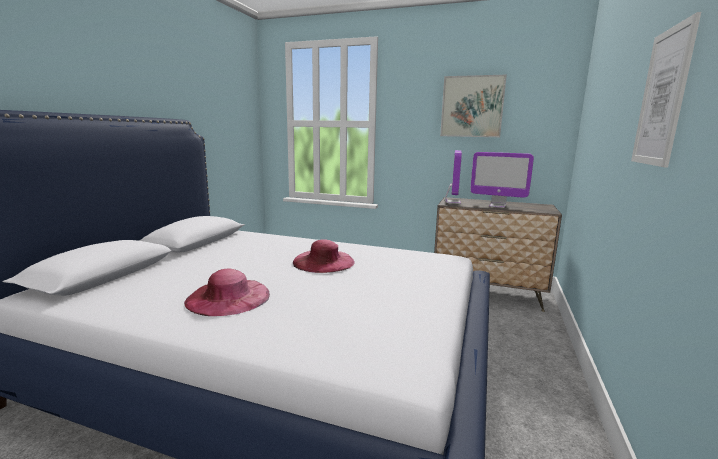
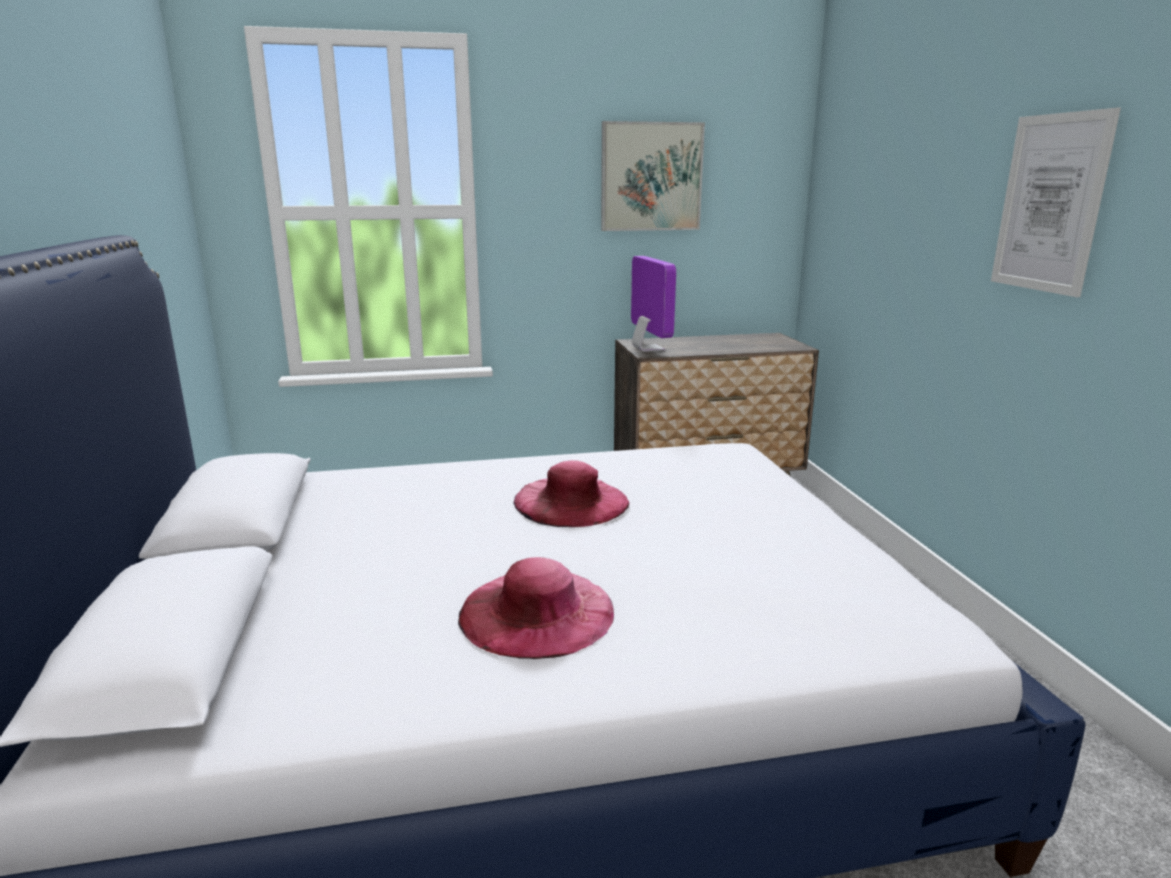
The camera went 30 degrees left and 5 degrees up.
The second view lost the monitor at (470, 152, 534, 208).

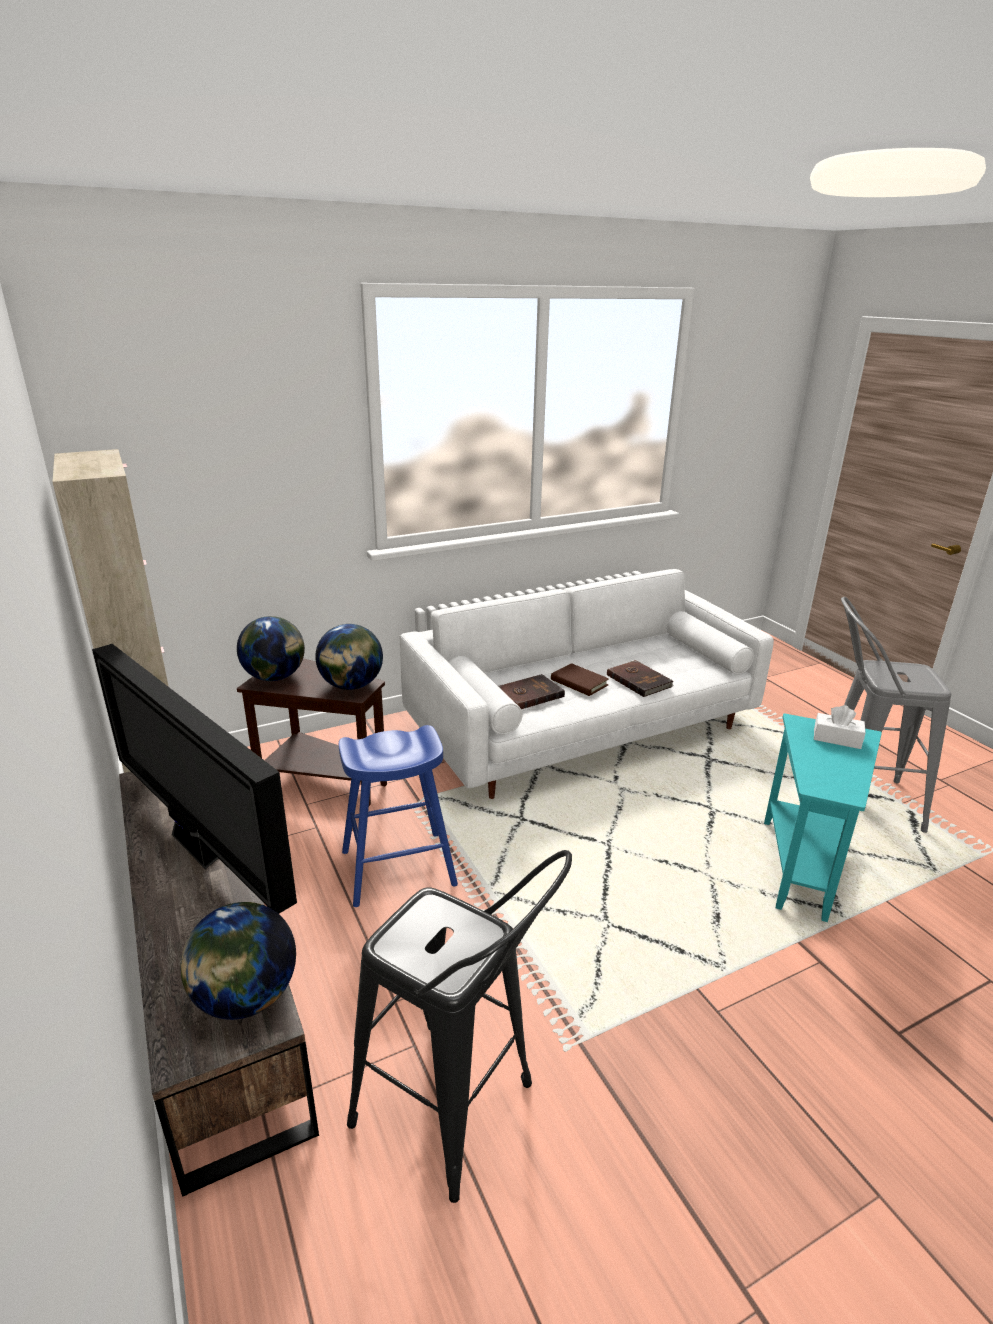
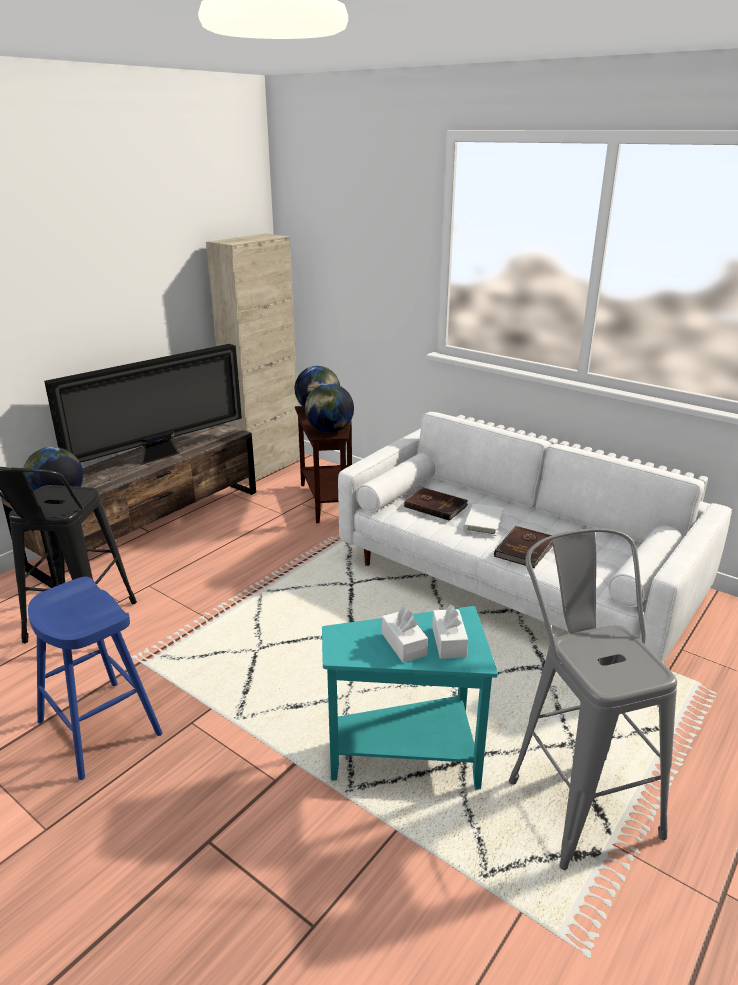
The camera went 65 degrees right and 0 degrees up.
The telewizor at (92, 644, 297, 914) ended up facing another way, 150 degrees counterclockwise from before.
What was the książka [brązowy] at (551, 663, 609, 696) turned into the książka [biały] at (463, 503, 504, 536).
The stołek [niebieski] ended up elsewhere, having gone from (339, 725, 458, 907) to (28, 577, 163, 780).
The second view gained the pudełko chusteczek [biały] at (382, 607, 428, 663).

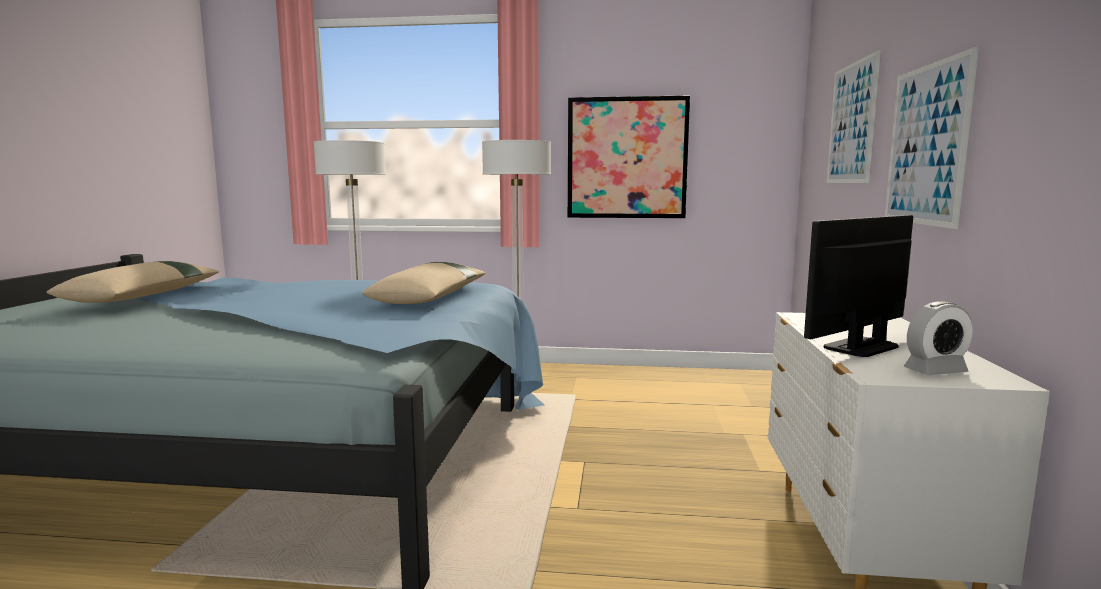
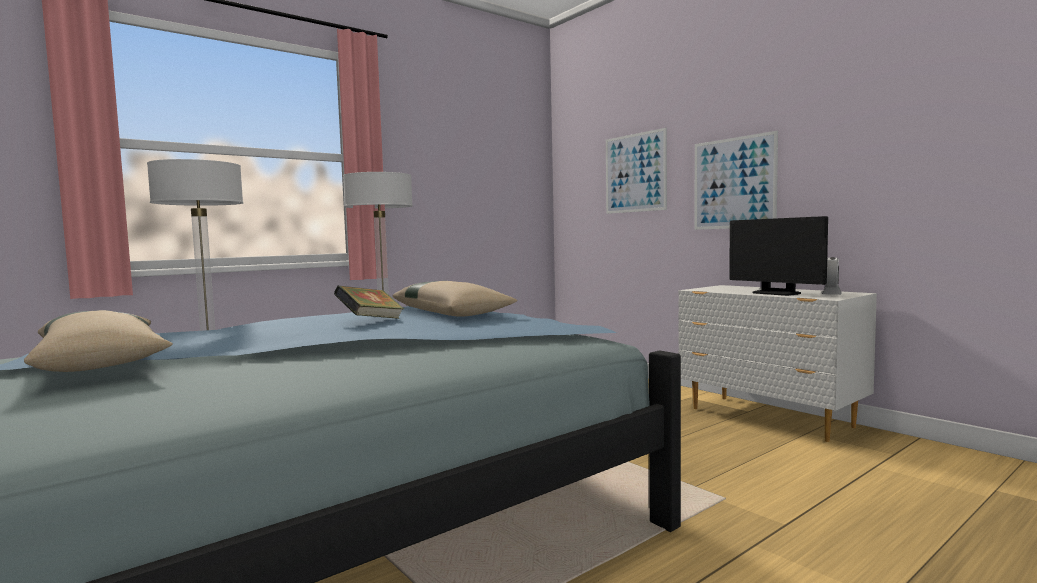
The camera went 45 degrees left and 5 degrees down.
The second view lost the obraz at (568, 95, 690, 218).
The monitor at (804, 215, 913, 357) ended up facing another way, 45 degrees counterclockwise from before.
The second view gained the książka at (334, 285, 404, 319).

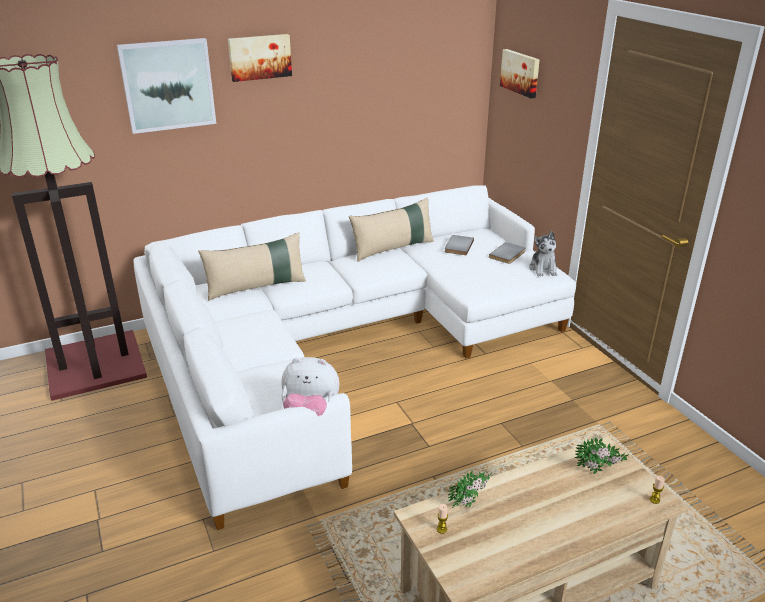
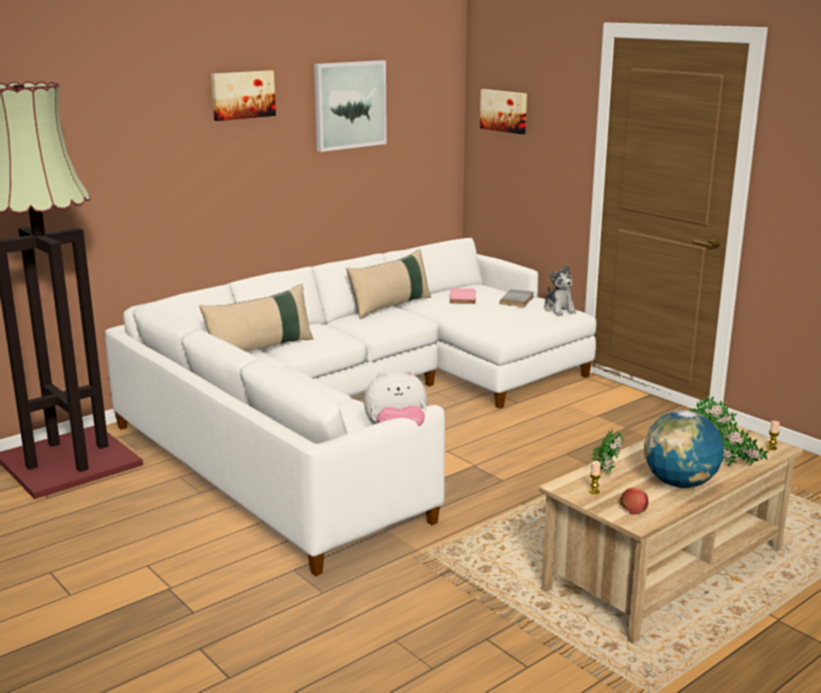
The camera went 15 degrees left and 10 degrees down.
The obraz ended up elsewhere, having gone from (117, 38, 216, 134) to (314, 60, 387, 152).
What was the książka [szary] at (445, 235, 474, 255) turned into the książka [różowy] at (450, 288, 476, 304).
The second view gained the globus at (644, 410, 724, 488).
The second view gained the roślina doniczkowa at (718, 420, 769, 466).
The second view gained the jabłko at (619, 488, 648, 515).

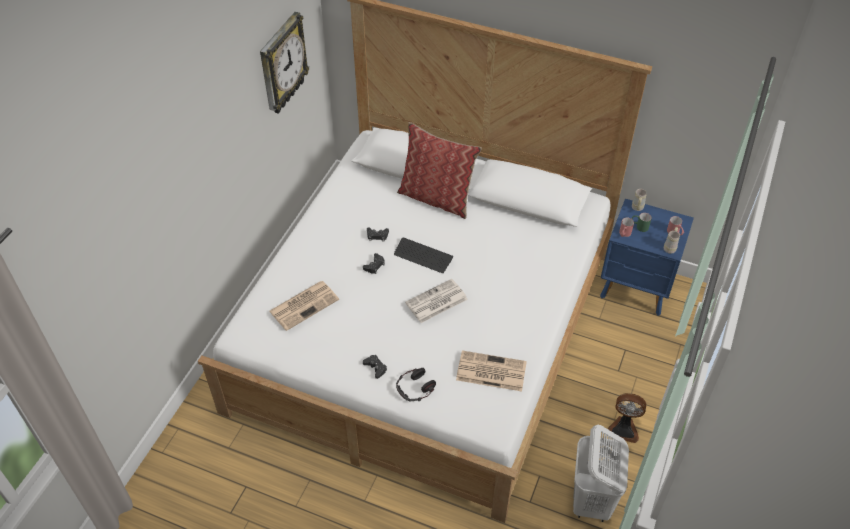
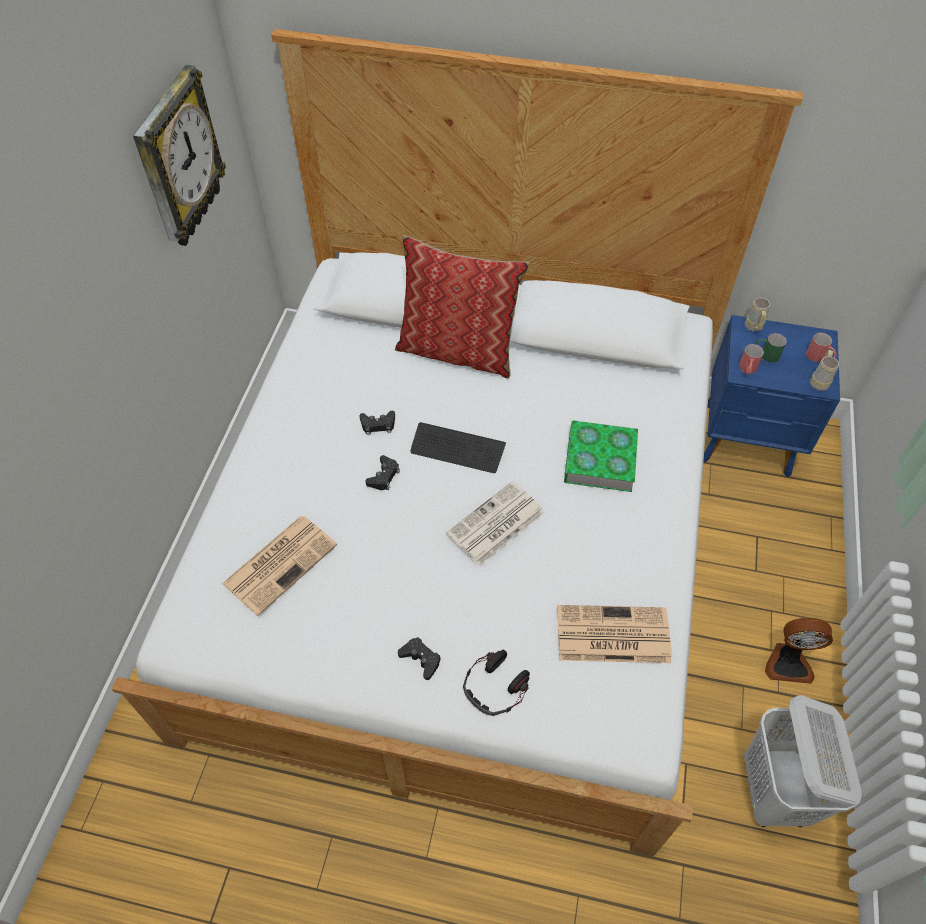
The camera went 10 degrees left and 5 degrees up.
The second view gained the książka at (564, 420, 638, 492).

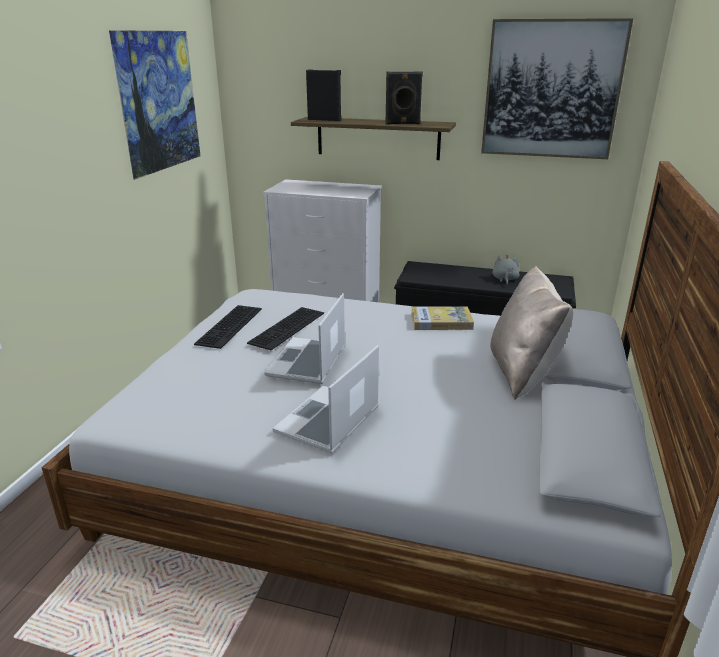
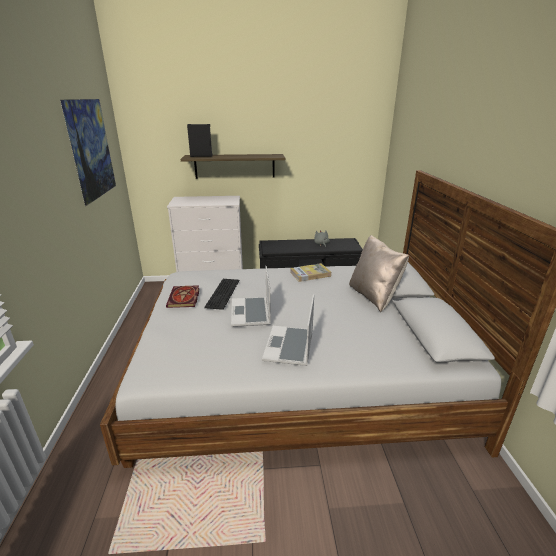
The camera went 20 degrees left and 0 degrees up.
The second view lost the obraz at (481, 18, 633, 159).
The second view lost the głośnik [czarny] at (386, 71, 423, 125).
Where the klawiatura stood at (194, 305, 262, 349), the książka came to stand at (166, 285, 199, 308).

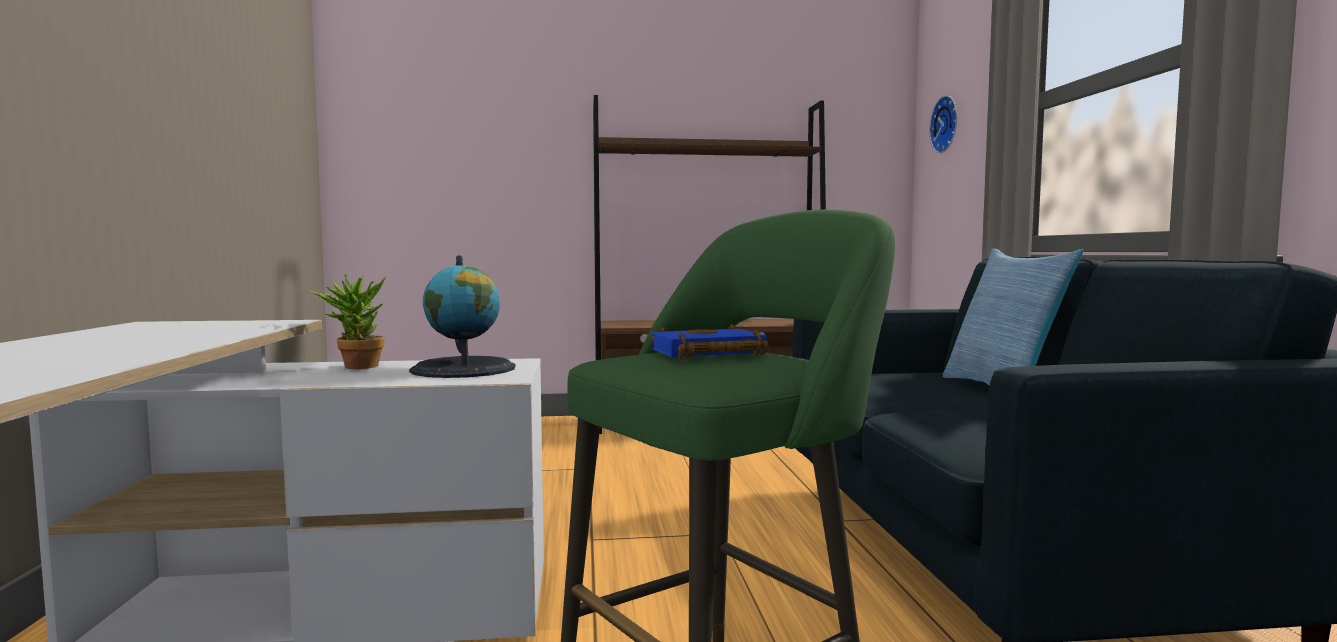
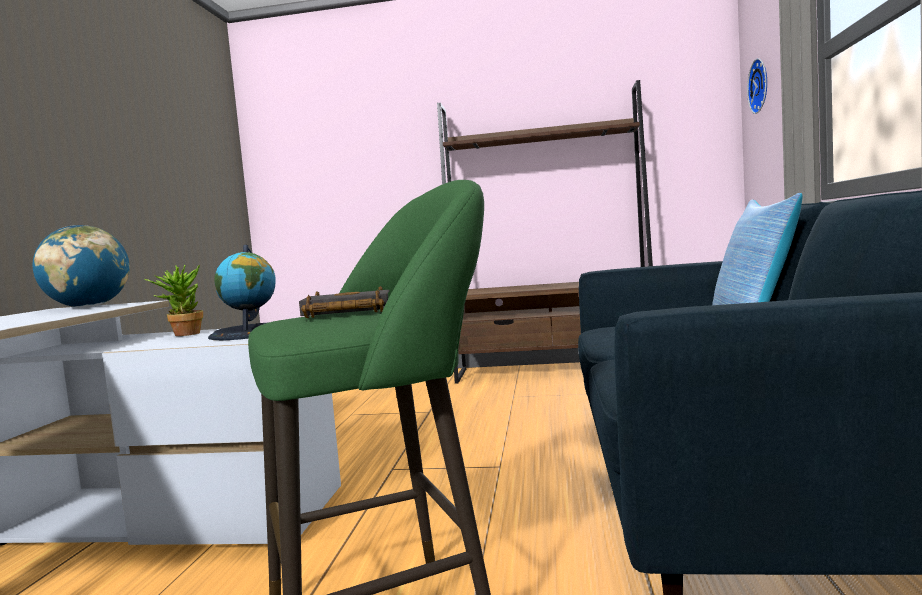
The camera went 15 degrees right and 0 degrees up.
What was the książka [niebieski] at (651, 324, 769, 360) turned into the książka [czarny] at (299, 286, 390, 318).
The second view gained the globus at (33, 225, 130, 308).

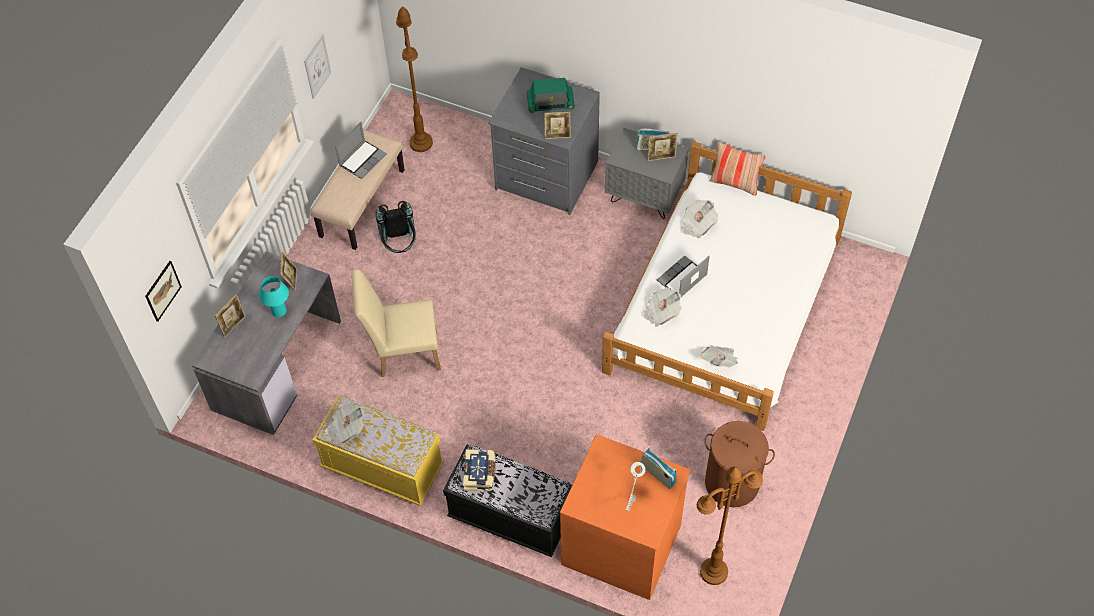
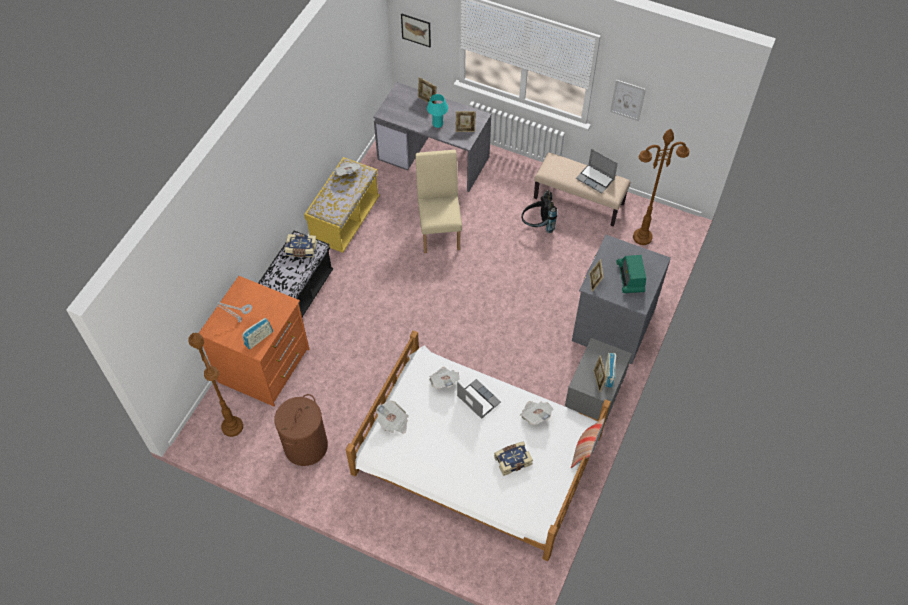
The camera went 90 degrees right and 0 degrees up.
The second view gained the książka at (494, 442, 533, 476).

